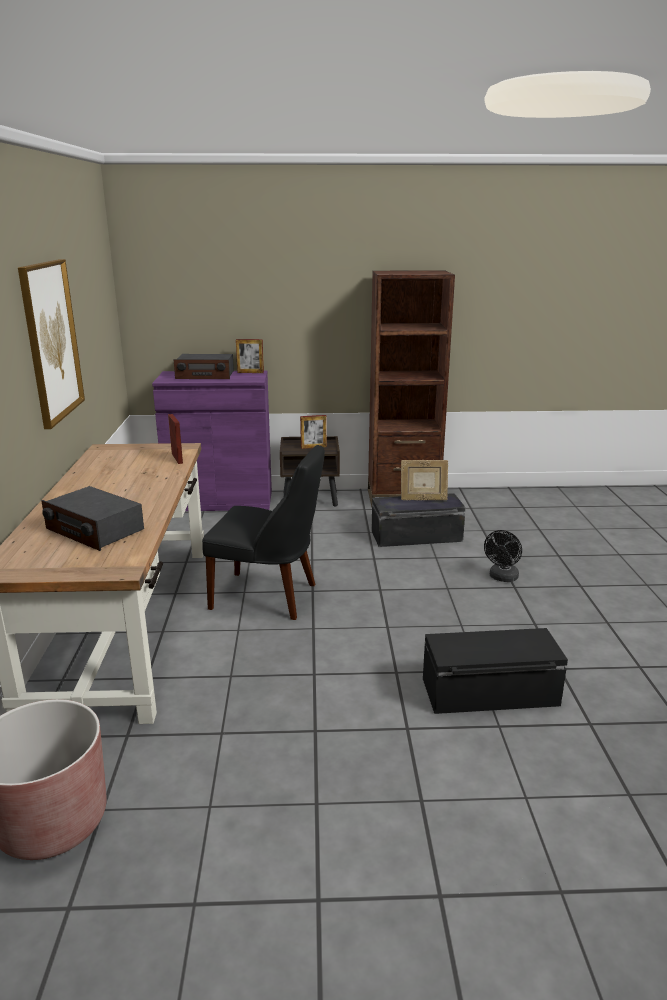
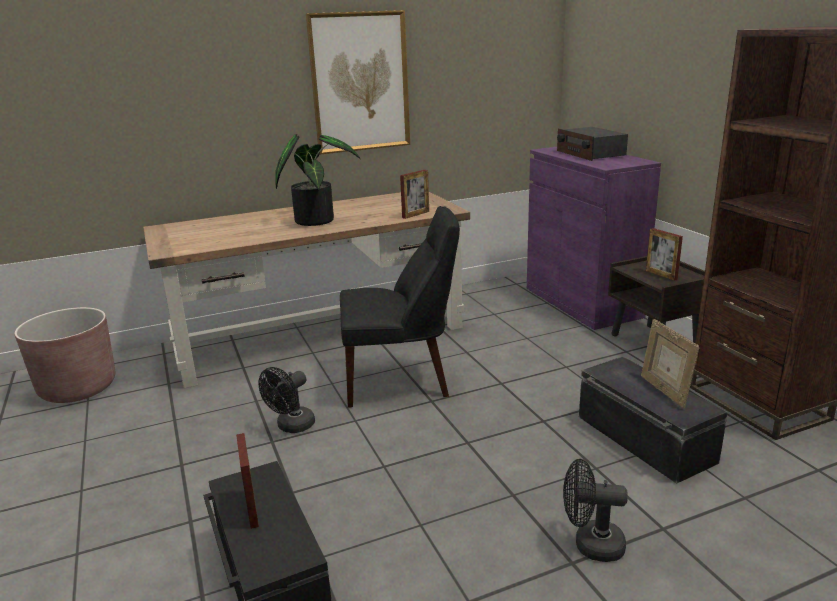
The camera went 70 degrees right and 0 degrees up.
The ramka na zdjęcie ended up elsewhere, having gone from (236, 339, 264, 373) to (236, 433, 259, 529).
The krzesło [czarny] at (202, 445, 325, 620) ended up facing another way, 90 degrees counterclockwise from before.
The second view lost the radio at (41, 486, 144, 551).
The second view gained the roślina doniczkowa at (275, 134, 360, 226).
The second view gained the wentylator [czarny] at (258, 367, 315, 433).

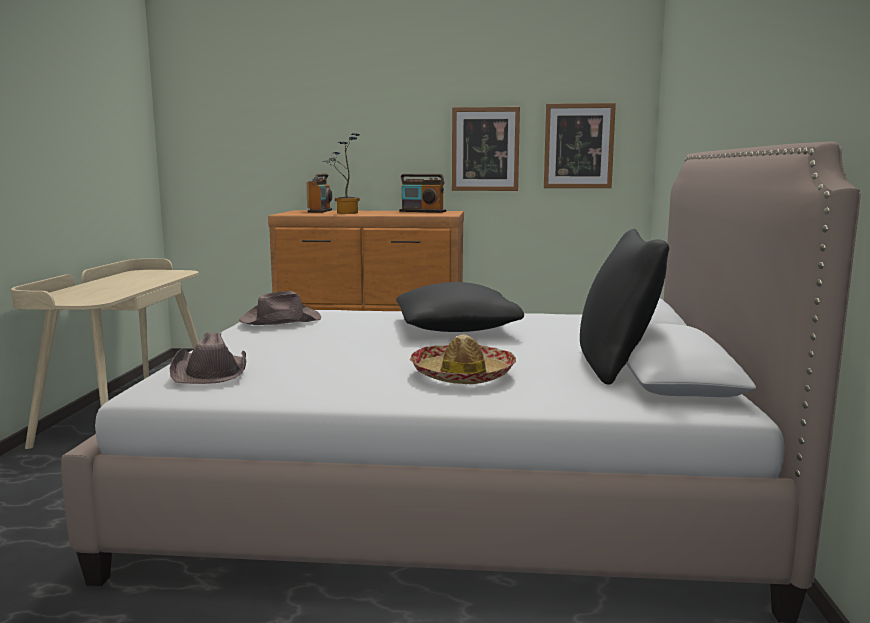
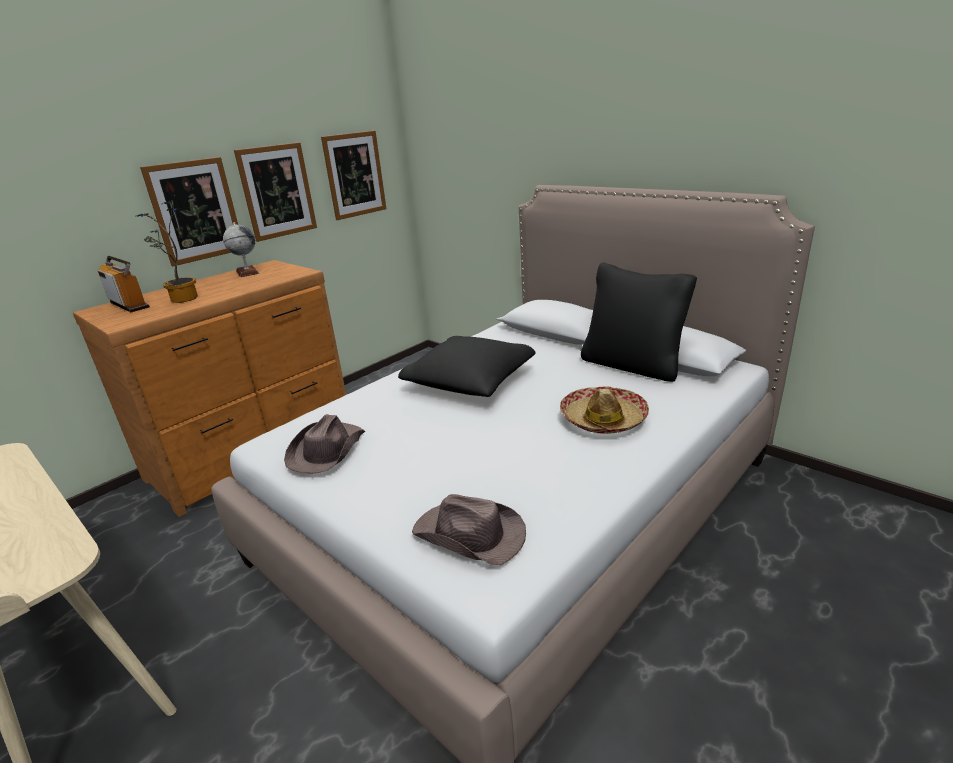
The camera went 50 degrees left and 15 degrees up.
Where the radio stood at (399, 174, 446, 213), the globus came to stand at (223, 222, 260, 277).
The second view gained the obraz at (140, 157, 238, 266).

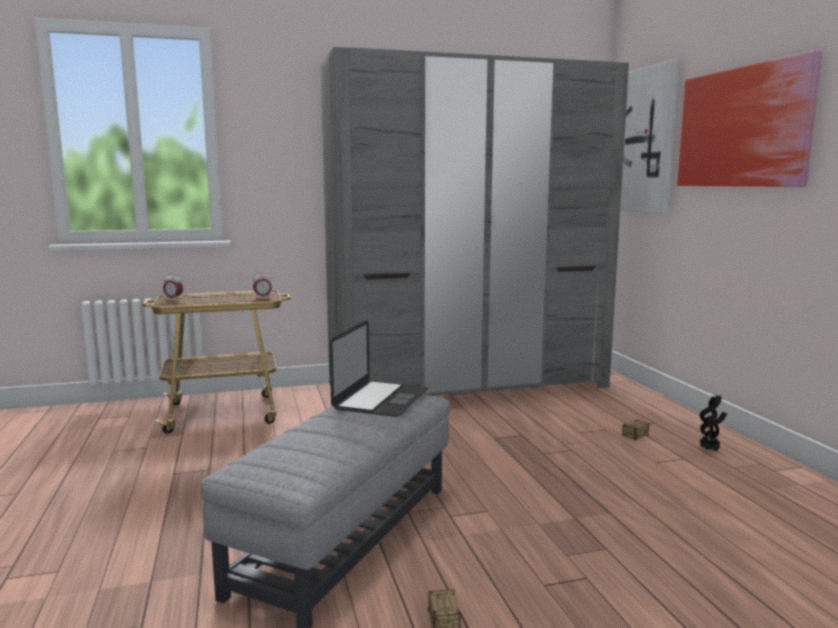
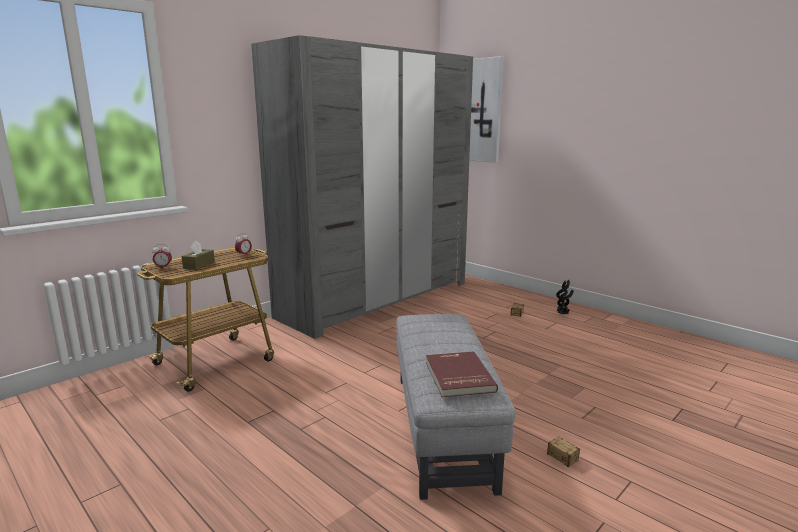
The camera went 30 degrees left and 5 degrees up.
The second view lost the obraz at (677, 50, 822, 187).
The second view lost the laptop at (329, 320, 428, 417).
The second view gained the pudełko chusteczek [brązowy] at (181, 241, 215, 270).
The second view gained the książka [czerwony] at (426, 351, 498, 397).

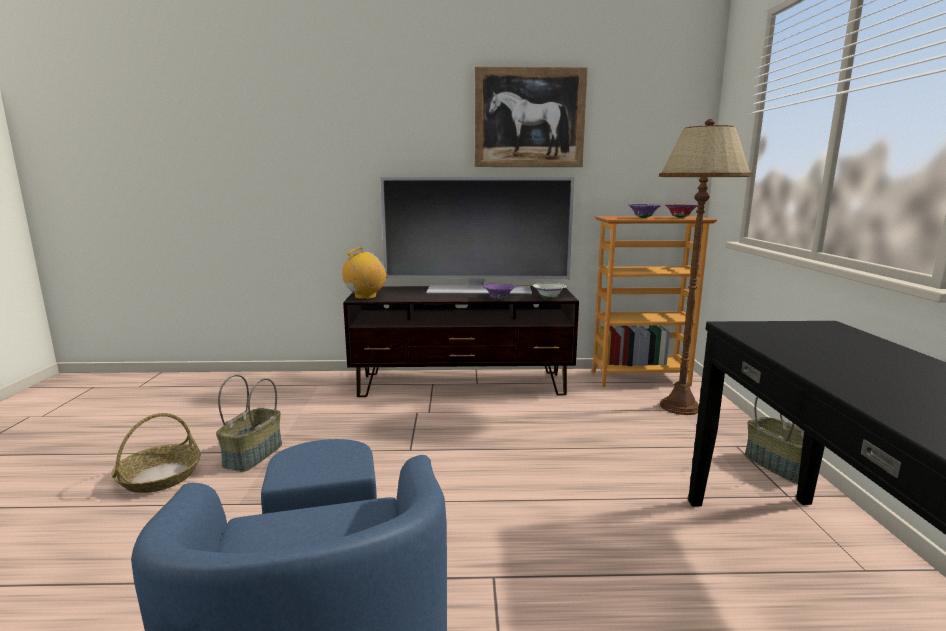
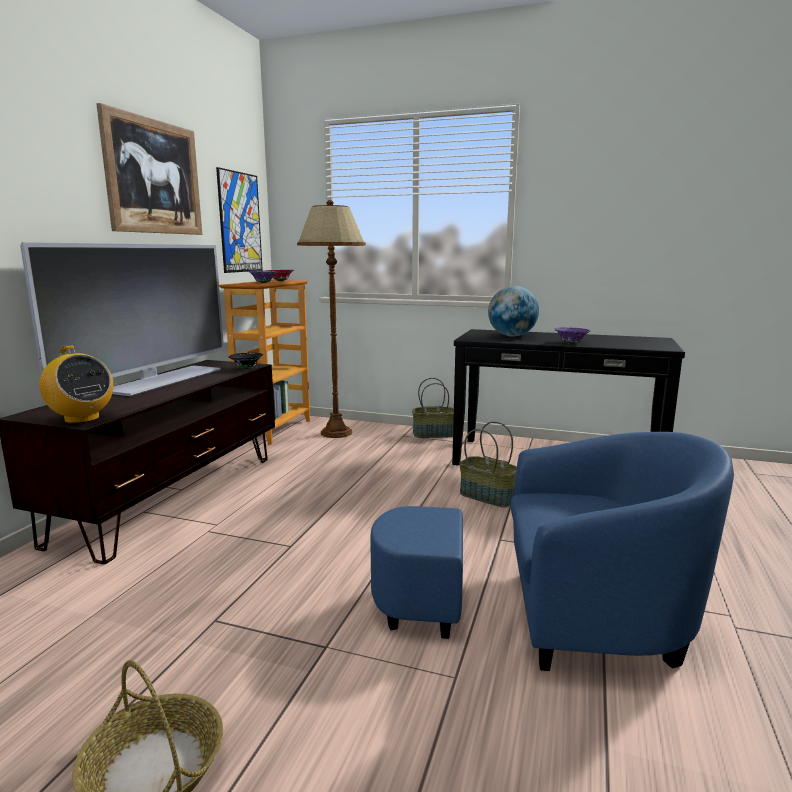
The camera went 70 degrees left and 0 degrees up.
The radio at (342, 247, 387, 299) ended up facing another way, 150 degrees clockwise from before.
The miska [fioletowy] ended up elsewhere, having gone from (483, 283, 516, 299) to (554, 327, 591, 344).
What was the miska [biały] at (533, 283, 566, 299) turned into the miska [czarny] at (228, 353, 263, 369).
The koszyk ended up elsewhere, having gone from (216, 374, 282, 472) to (459, 421, 517, 508).
The second view gained the obraz at (216, 167, 263, 273).
The second view gained the globus at (488, 286, 539, 337).

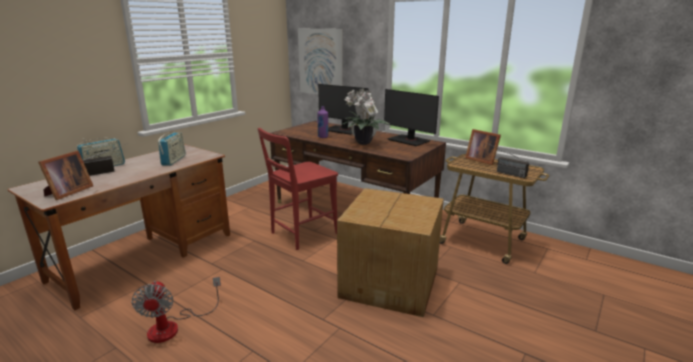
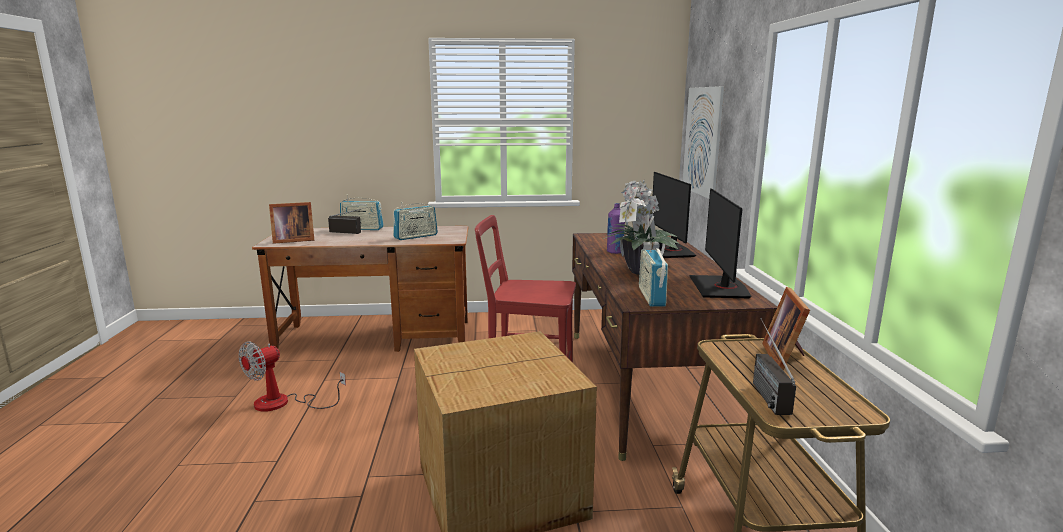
The camera went 50 degrees right and 5 degrees down.
The second view gained the radio at (639, 241, 668, 307).

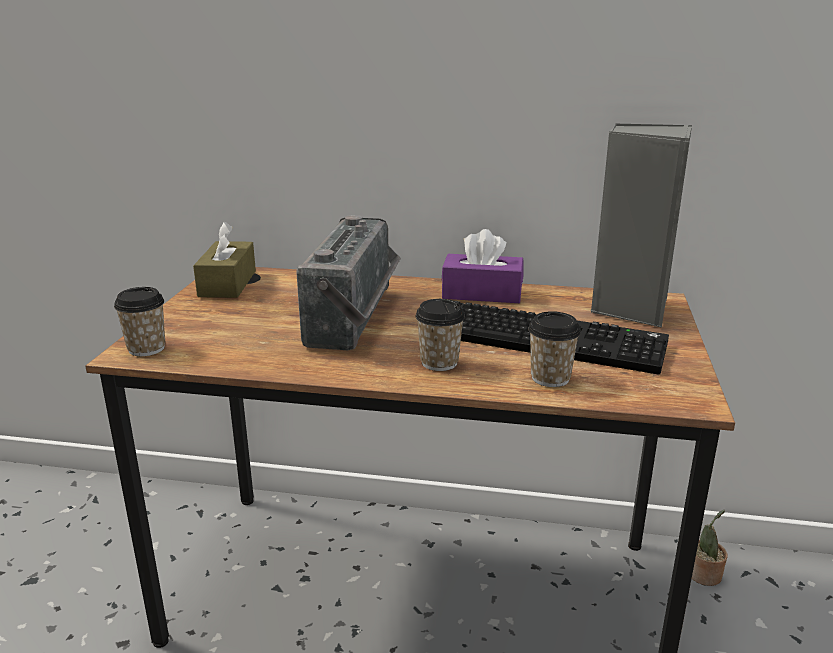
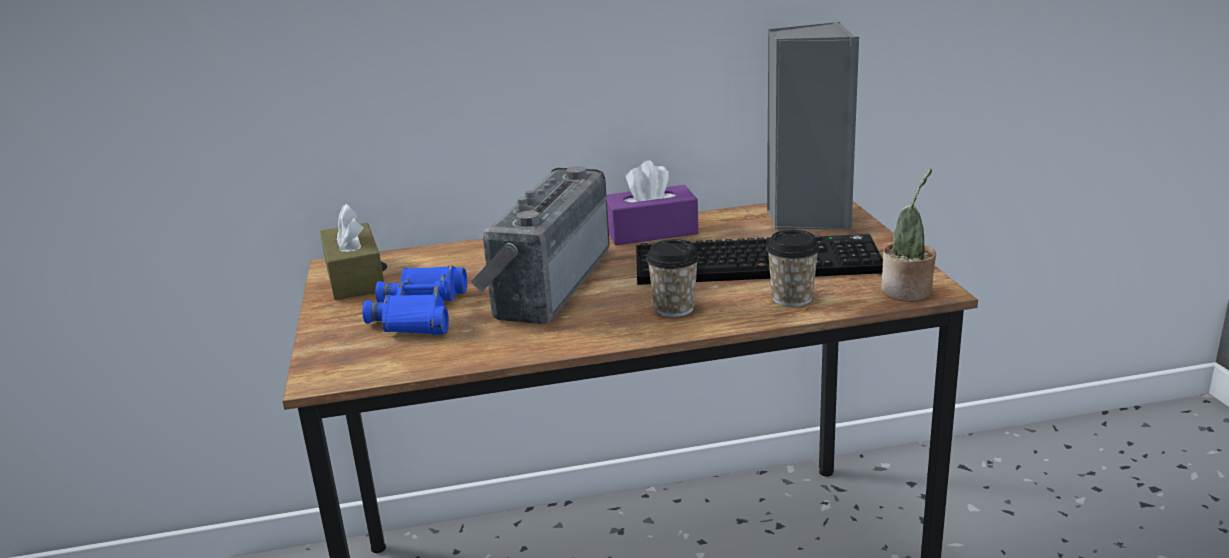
The camera went 20 degrees left and 0 degrees up.
The radio at (296, 215, 401, 350) ended up facing another way, 150 degrees counterclockwise from before.
The second view lost the filiżanka at (114, 287, 165, 356).
The roślina doniczkowa ended up elsewhere, having gone from (692, 510, 728, 586) to (881, 169, 936, 302).
The second view gained the lornetka [niebieski] at (362, 266, 467, 335).

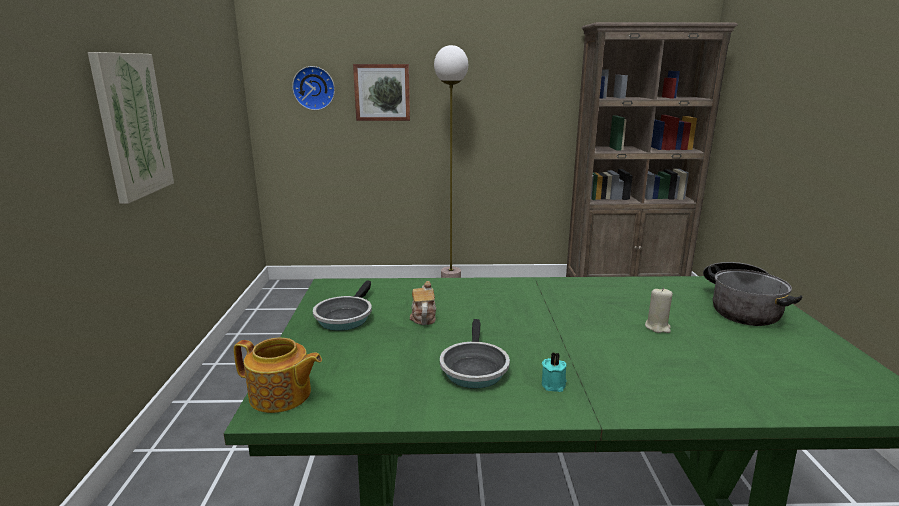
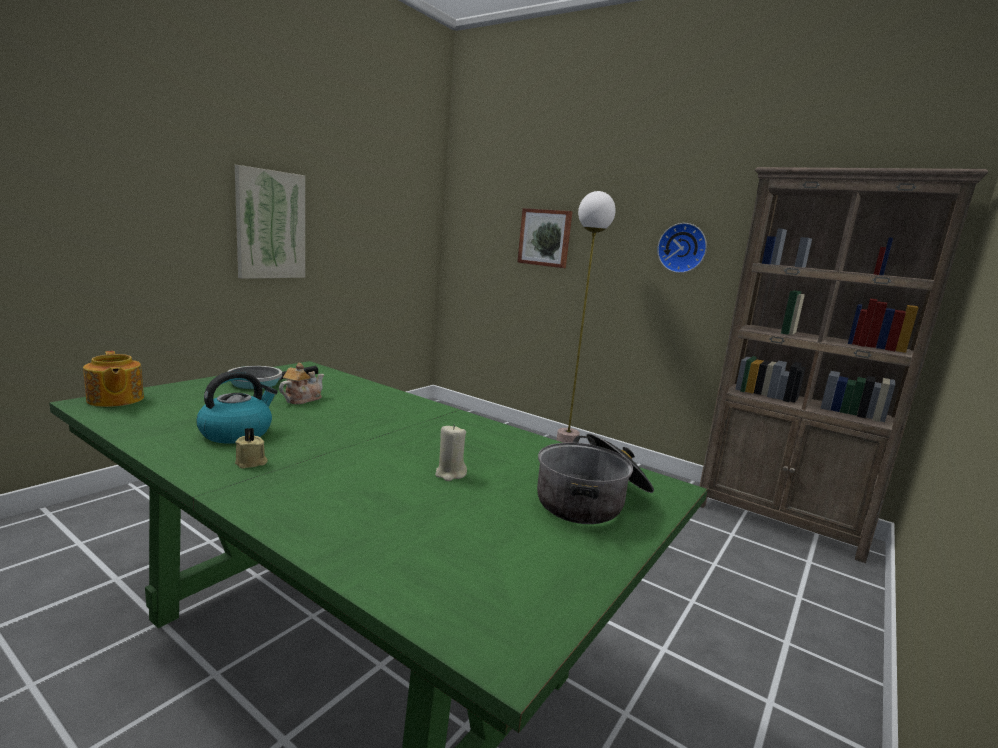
The camera went 35 degrees right and 5 degrees down.
The zegar ścienny ended up elsewhere, having gone from (292, 66, 335, 110) to (657, 223, 707, 273).
Where the patelnia stood at (440, 319, 510, 388), the czajnik came to stand at (196, 371, 278, 443).
What was the świeca [turkusowy] at (542, 352, 567, 392) turned into the świeca [beżowy] at (235, 428, 268, 469).

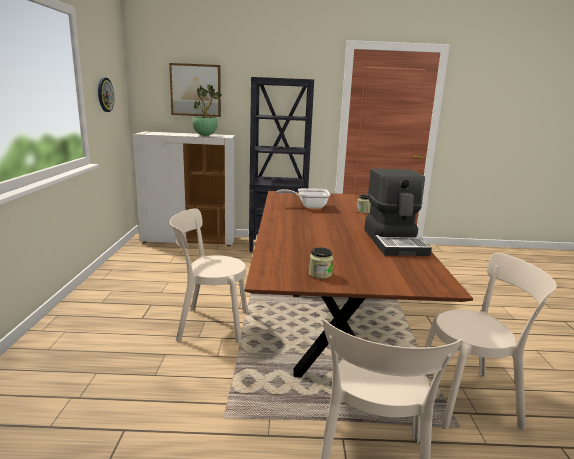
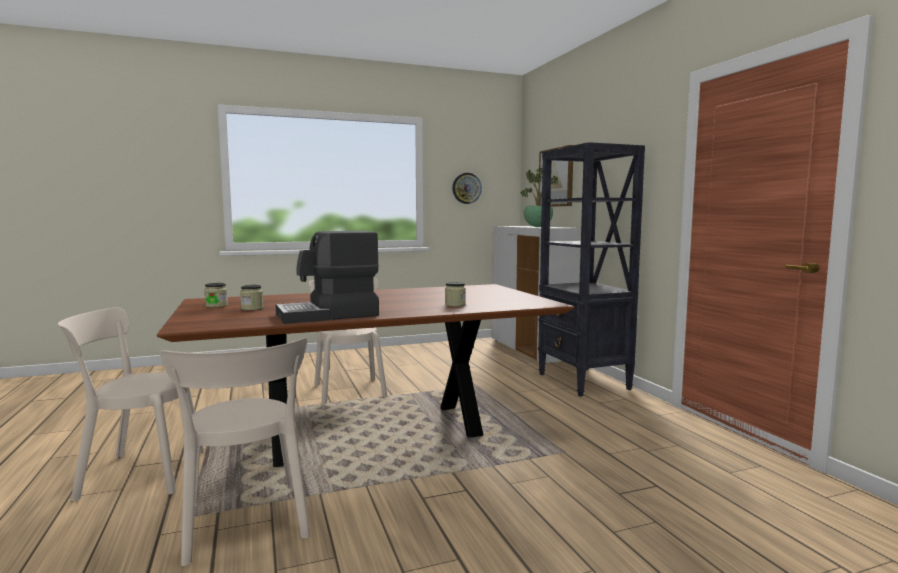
The camera went 70 degrees right and 10 degrees down.
The second view lost the patelnia at (277, 188, 330, 208).
The second view gained the słoik at (240, 285, 264, 310).

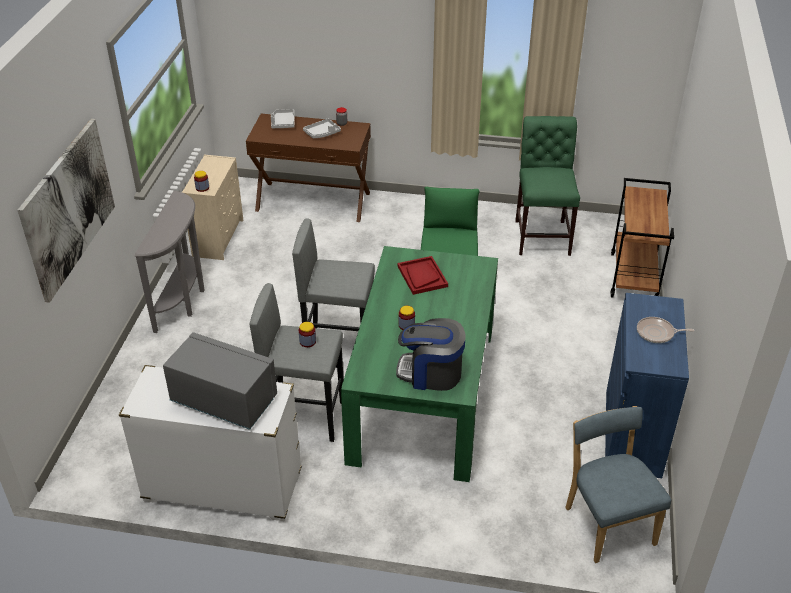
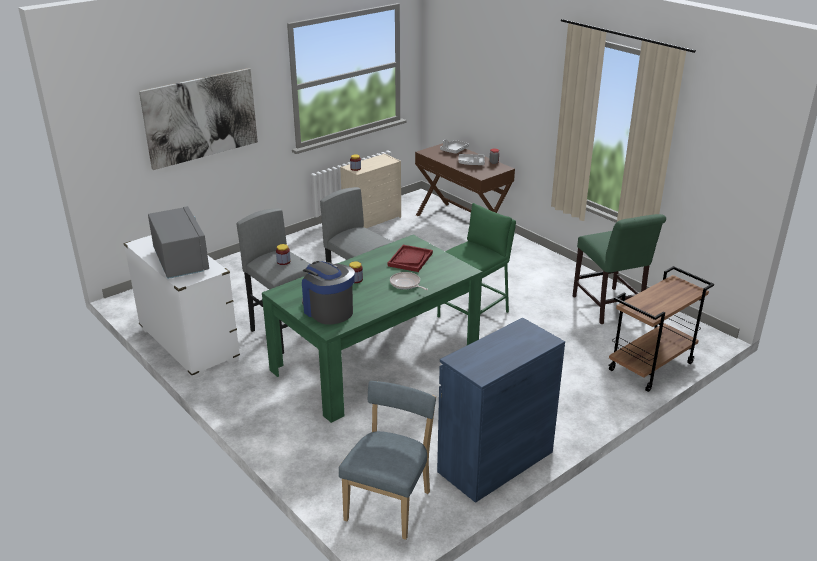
The camera went 40 degrees right and 10 degrees down.
The krzesło [zielony] at (515, 116, 580, 256) ended up facing another way, 120 degrees clockwise from before.
The second view lost the stolik konsolowy [szary] at (135, 191, 204, 333).
The patelnia ended up elsewhere, having gone from (637, 317, 694, 343) to (390, 272, 428, 290).

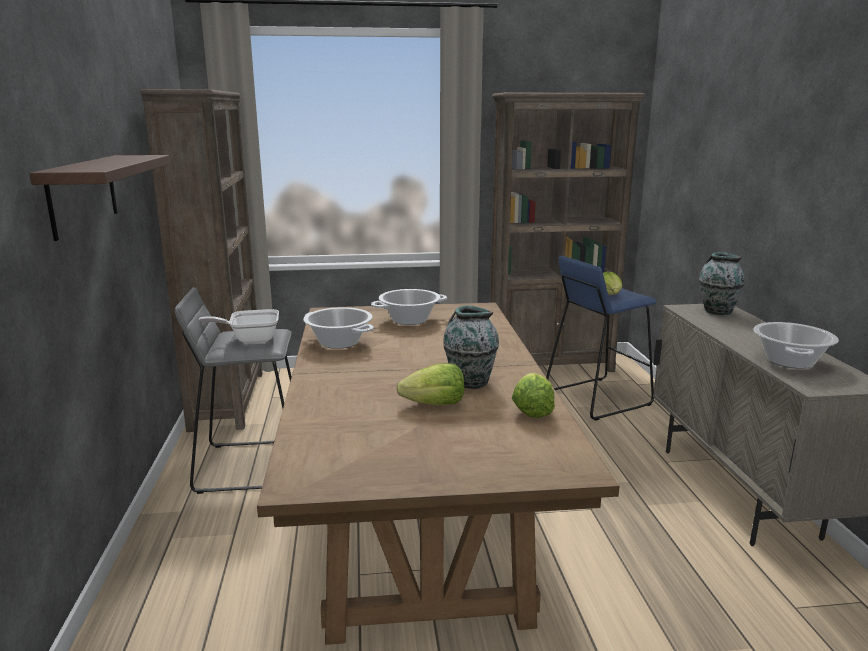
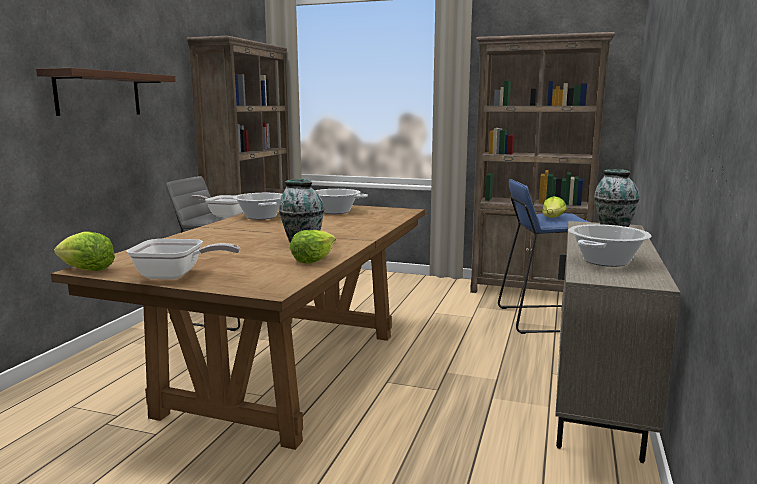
The camera went 25 degrees right and 5 degrees down.
The sałata ended up elsewhere, having gone from (396, 363, 464, 405) to (54, 231, 115, 271).
The second view gained the patelnia at (127, 239, 240, 279).

